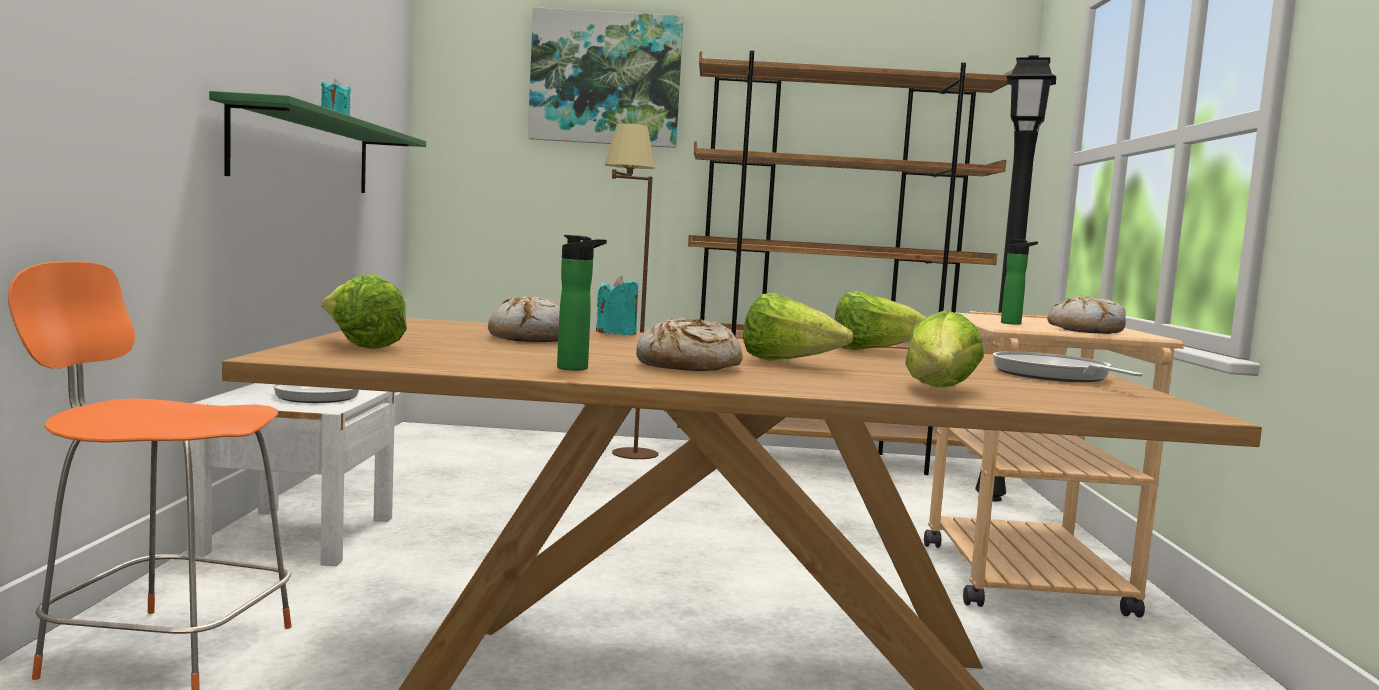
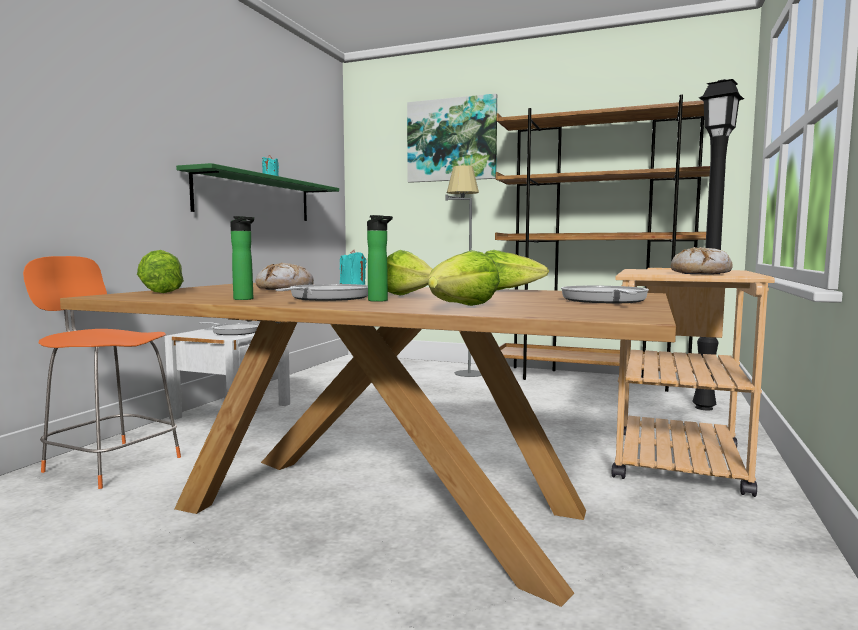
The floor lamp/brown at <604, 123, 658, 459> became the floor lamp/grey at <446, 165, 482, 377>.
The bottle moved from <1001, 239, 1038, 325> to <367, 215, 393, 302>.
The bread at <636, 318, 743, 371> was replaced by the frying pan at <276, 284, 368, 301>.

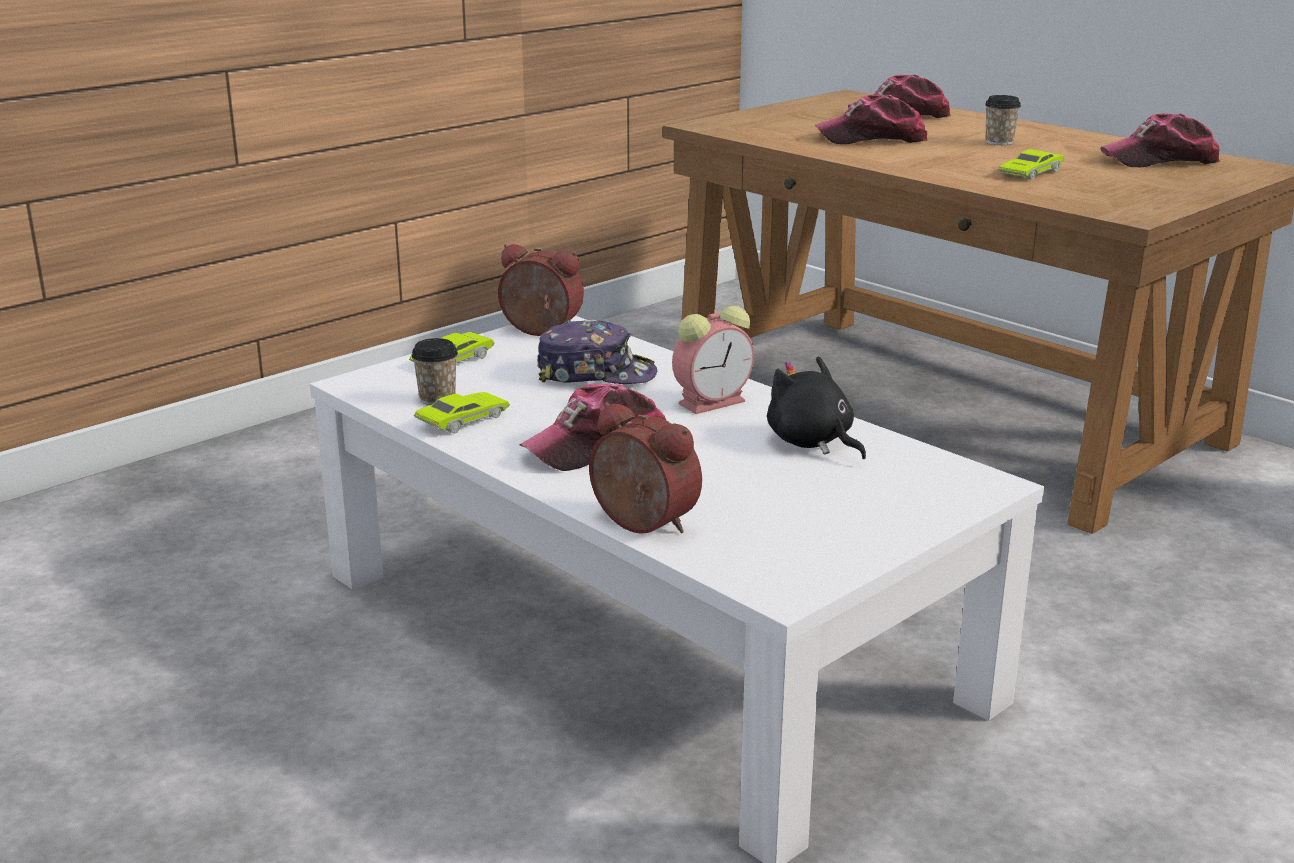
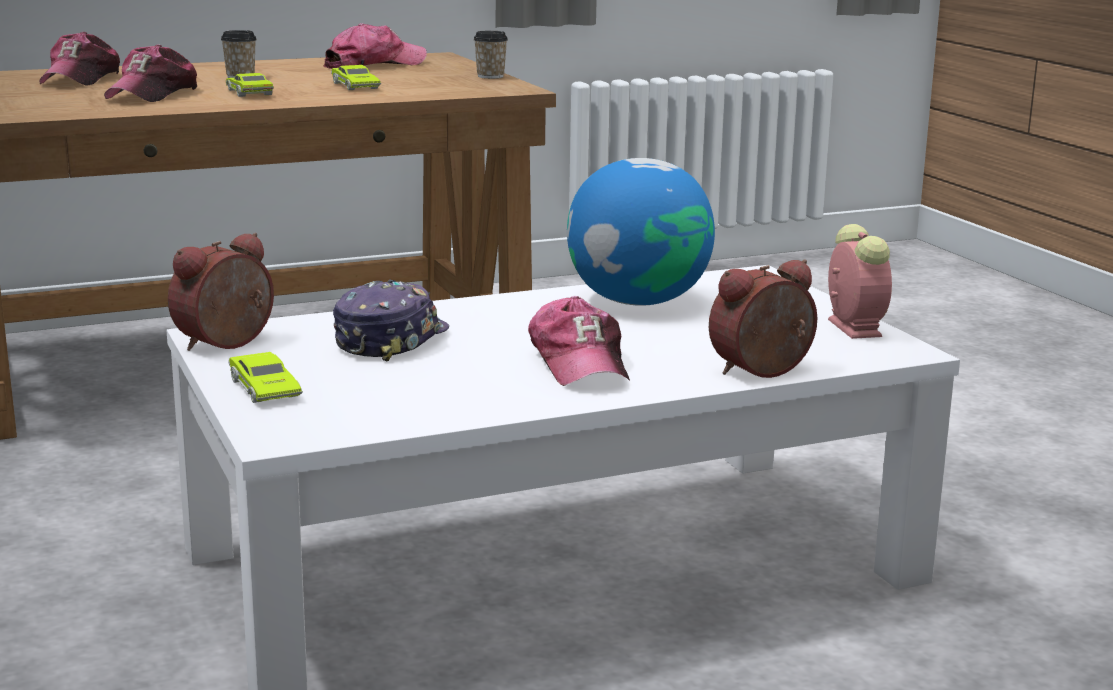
The cap at <1100, 113, 1221, 167> turned 135 degrees counterclockwise.
The alarm clock moved from <672, 306, 754, 414> to <828, 224, 892, 339>.
The cup moved from <411, 338, 458, 405> to <474, 31, 508, 79>.
The plush toy/black at <767, 356, 866, 459> was replaced by the globe at <567, 158, 715, 306>.
The toy car/green moved from <414, 392, 510, 434> to <226, 73, 274, 97>.

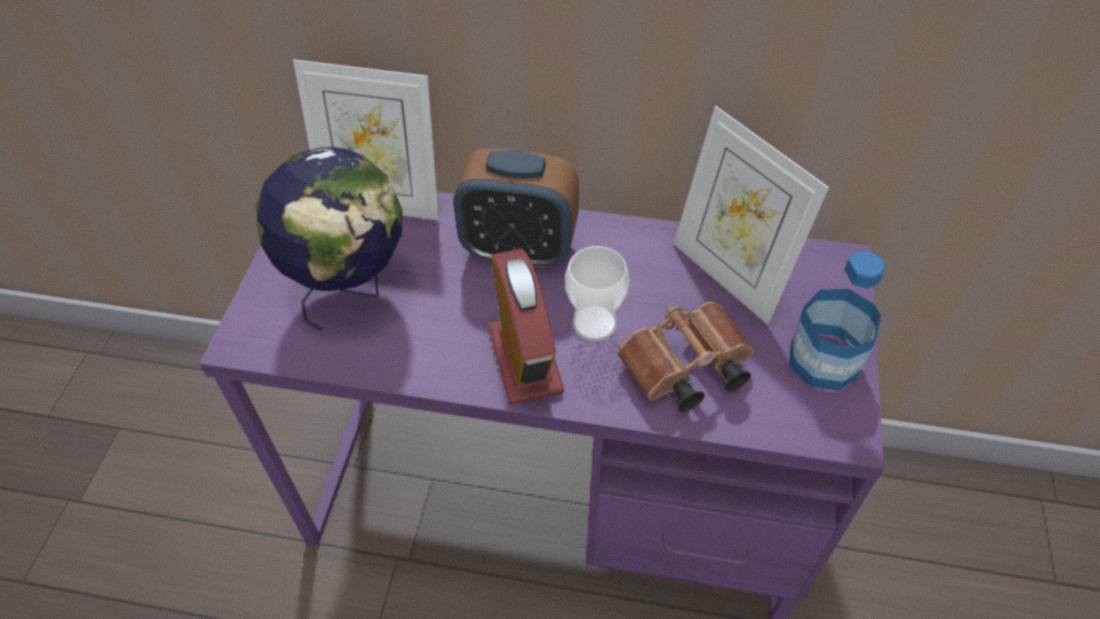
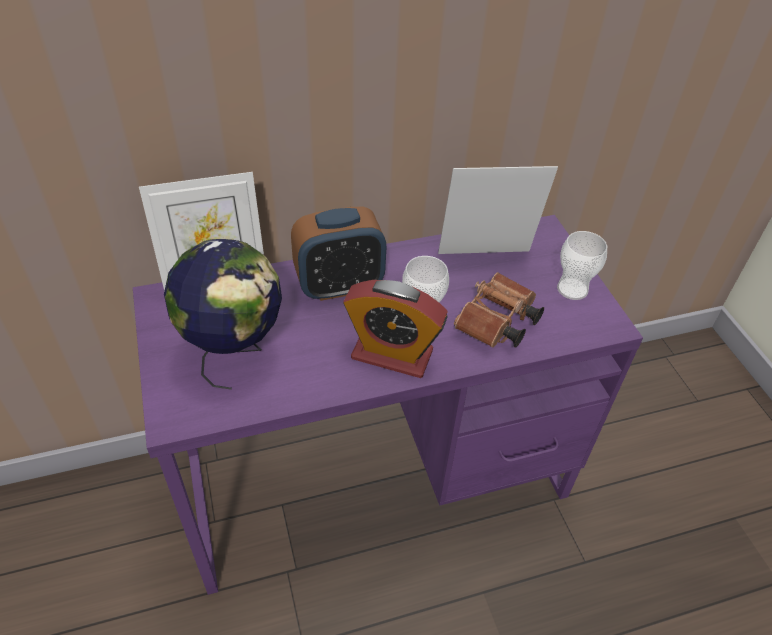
The picture frame at <674, 106, 829, 325> turned 150 degrees clockwise.
The alarm clock at <488, 249, 564, 405> turned 150 degrees clockwise.
The bottle at <790, 251, 885, 391> was replaced by the cup at <557, 231, 607, 300>.

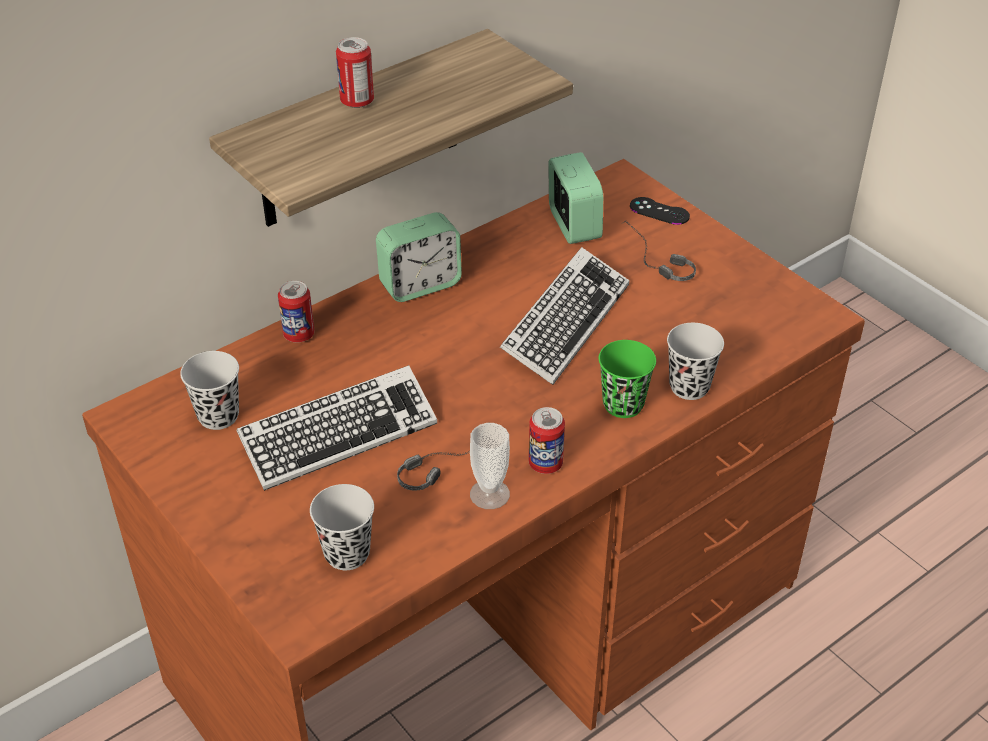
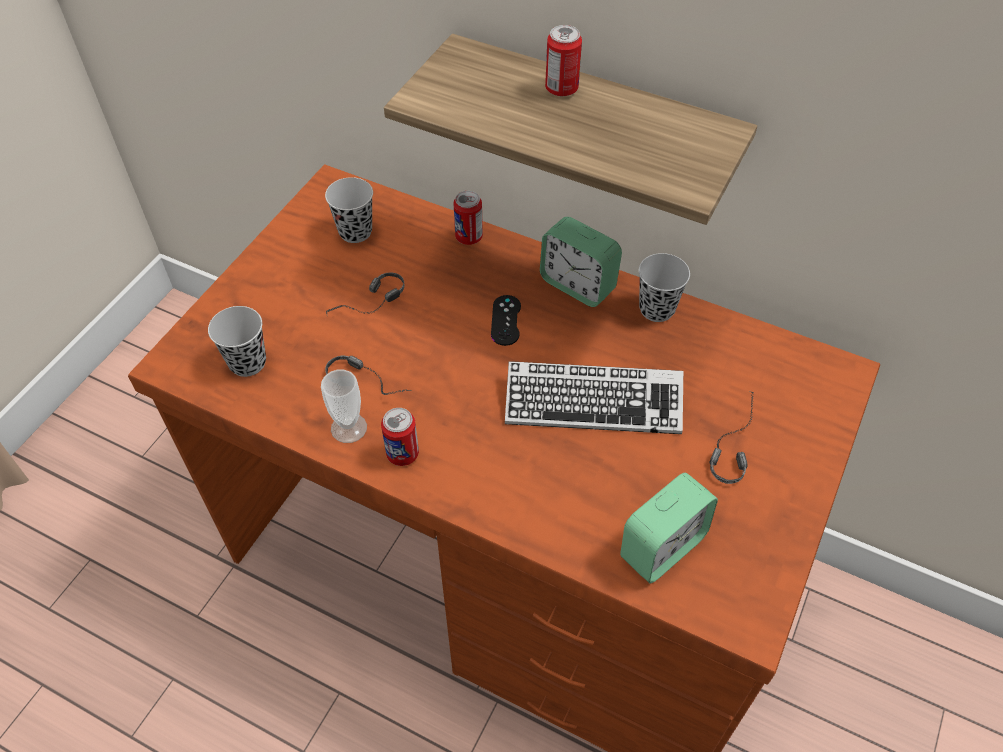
The alarm clock moved from <548, 152, 603, 244> to <620, 473, 718, 583>.
The game controller/black moved from <630, 197, 690, 225> to <491, 295, 521, 346>.
The cup/black moved from <667, 323, 724, 400> to <639, 253, 690, 322>.
The cup/green at <599, 340, 656, 418> disappeared.
The keyboard at <237, 365, 437, 491> was replaced by the headphones at <326, 272, 405, 314>.

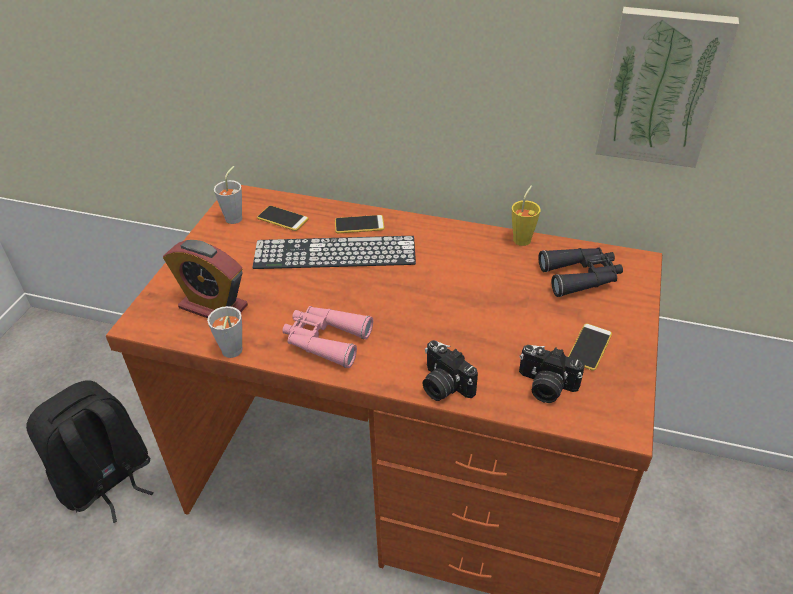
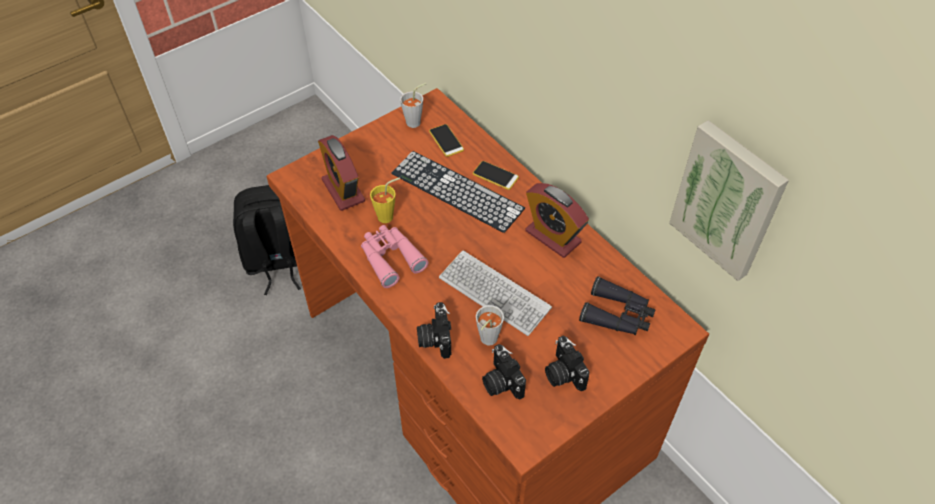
The cup/yellow moved from <512, 186, 541, 246> to <370, 177, 400, 223>.
The cup/grey moved from <207, 306, 243, 358> to <476, 305, 504, 345>.
The phone at <568, 324, 612, 371> was replaced by the photo camera at <545, 336, 589, 391>.
The alarm clock at <525, 183, 589, 258> appeared.
The keyboard at <439, 250, 552, 336> appeared.

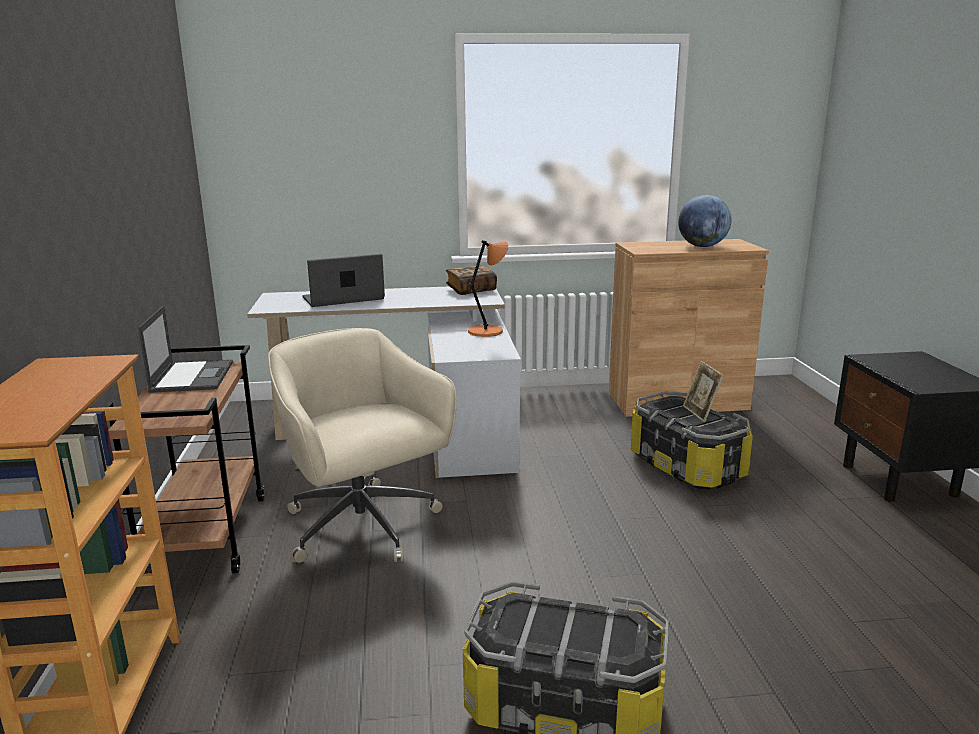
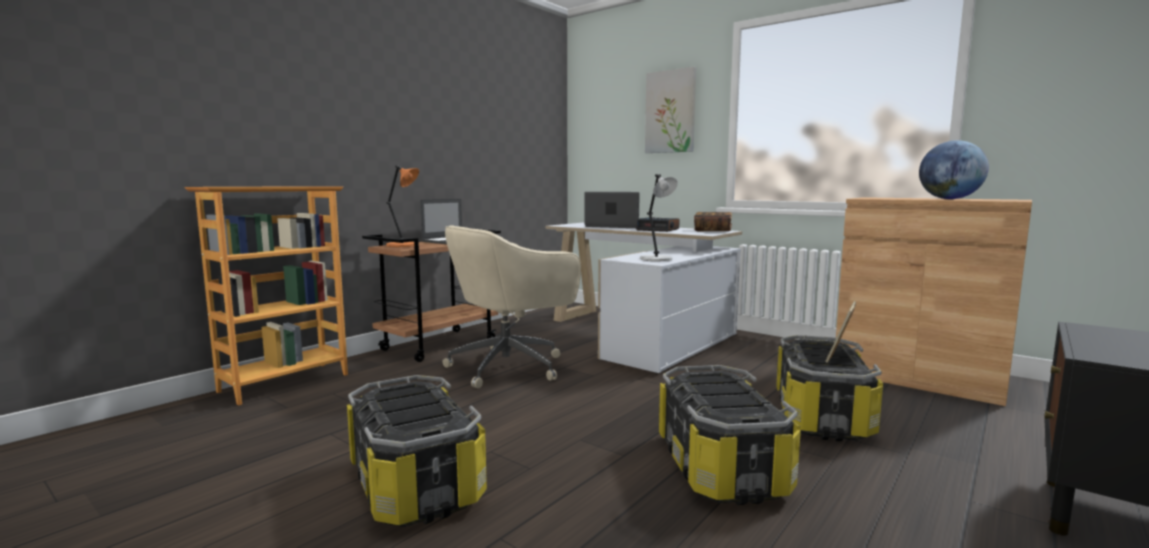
The table lamp/orange moved from <468, 240, 508, 337> to <386, 165, 419, 247>.
The office chair/beige at <268, 328, 457, 563> turned 135 degrees counterclockwise.
The picture at <645, 67, 696, 153> appeared.
The table lamp/grey at <640, 174, 678, 261> appeared.
The alarm clock at <636, 217, 680, 232> appeared.
The storage box at <659, 365, 801, 505> appeared.

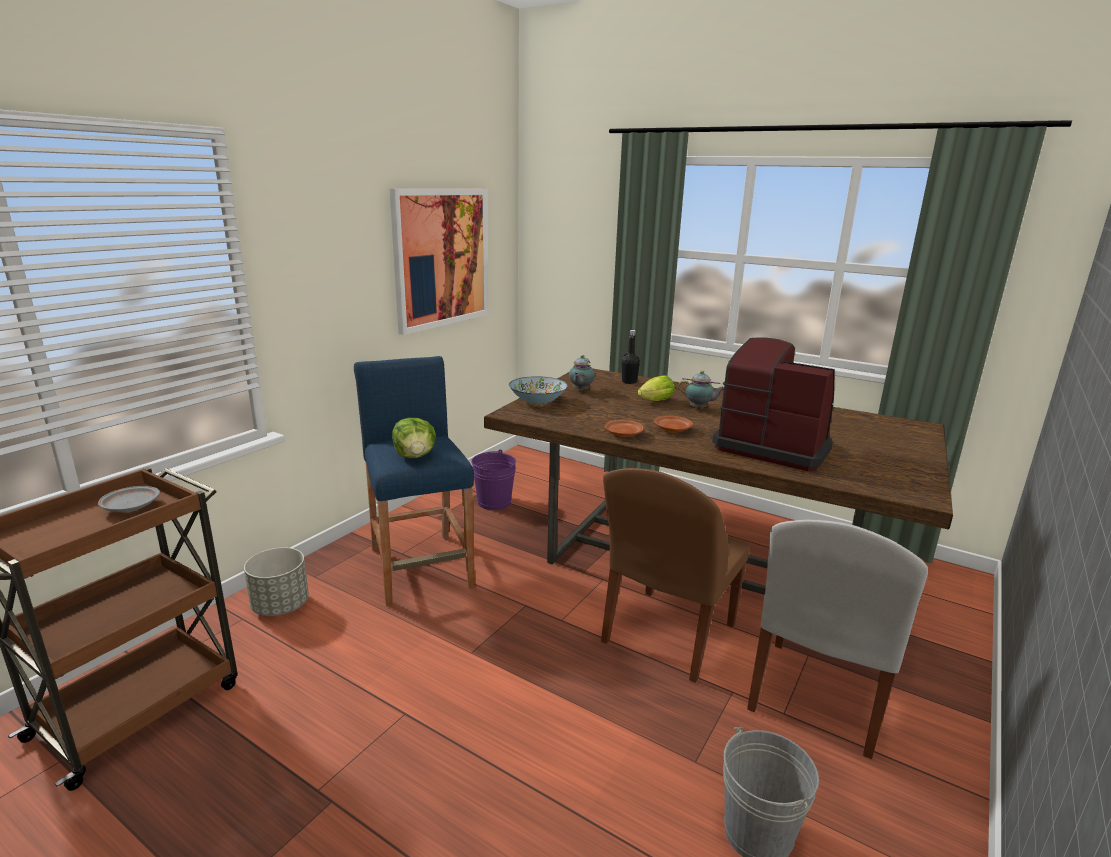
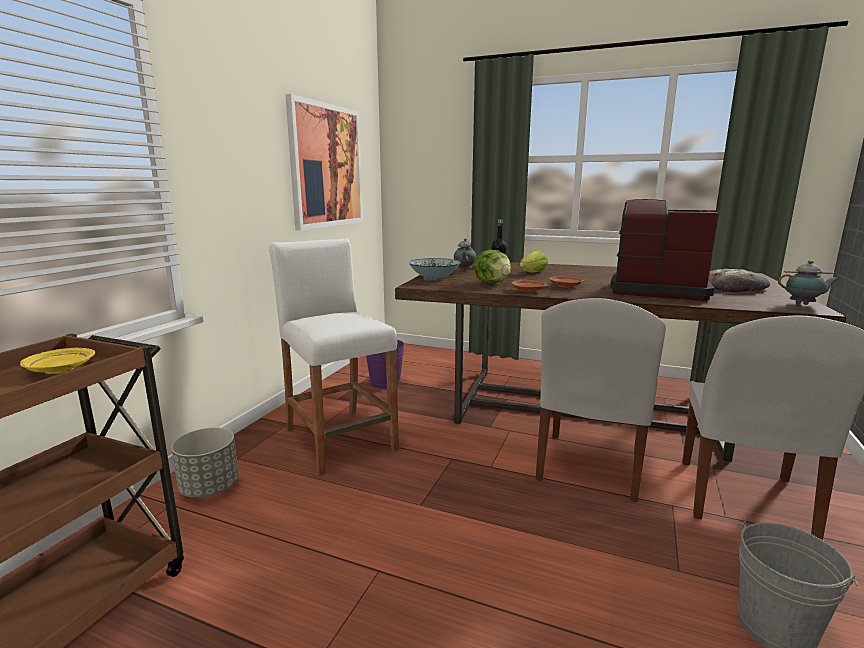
The stool/blue at <354, 356, 475, 607> became the stool/white at <269, 238, 399, 475>.
The teapot moved from <678, 371, 724, 409> to <778, 260, 839, 305>.
The lettuce moved from <392, 418, 436, 458> to <474, 250, 511, 283>.
The chair/brown at <601, 468, 750, 683> became the chair/white at <535, 298, 666, 502>.
The plate/grey at <98, 486, 160, 512> became the plate/yellow at <20, 348, 95, 374>.
The bread at <708, 269, 770, 292> appeared.

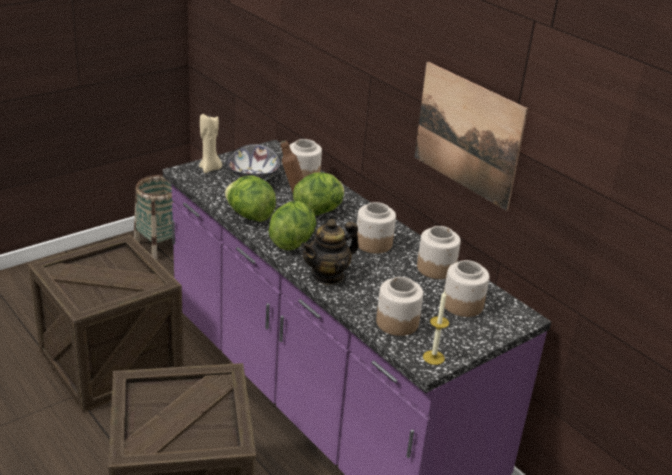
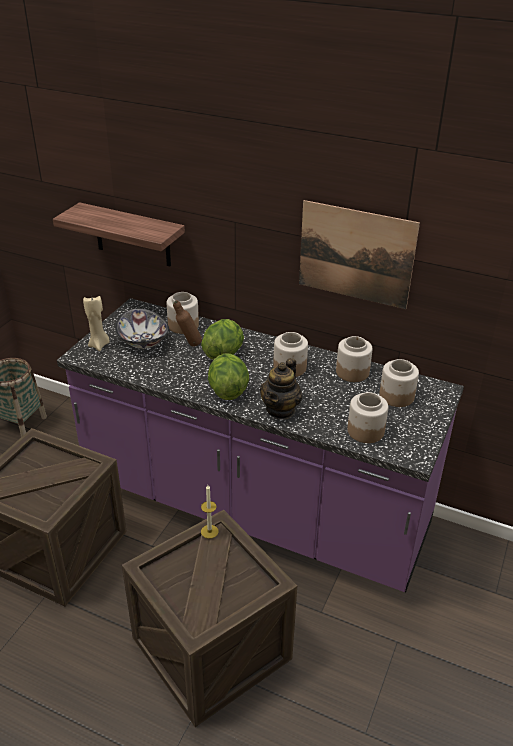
The lettuce at <225, 175, 276, 222> disappeared.
The candle moved from <423, 291, 449, 365> to <201, 485, 219, 539>.
The shelf at <53, 202, 185, 267> appeared.

